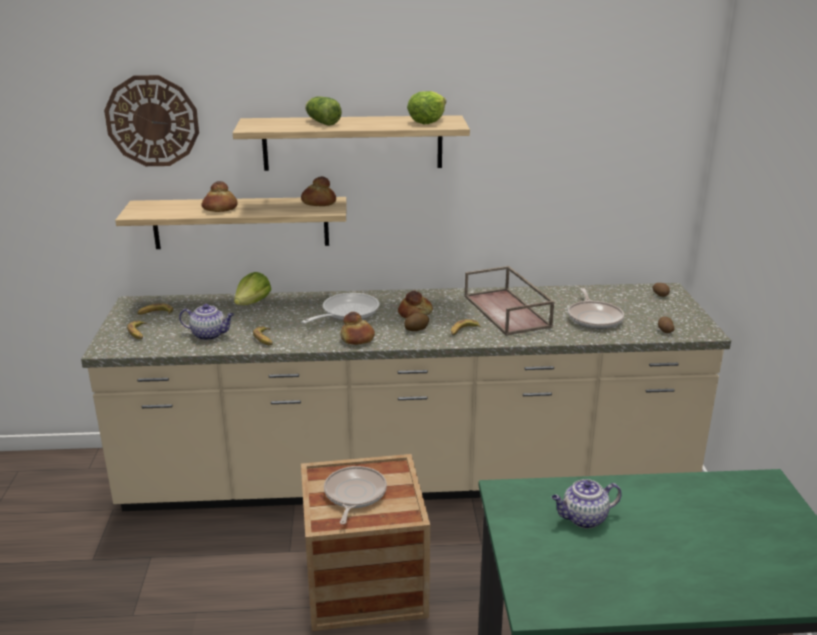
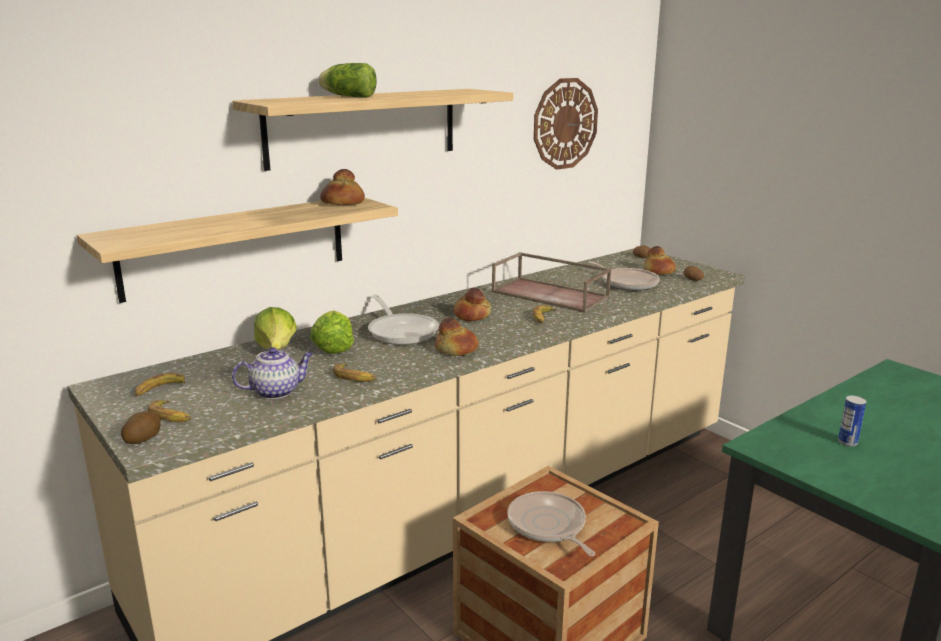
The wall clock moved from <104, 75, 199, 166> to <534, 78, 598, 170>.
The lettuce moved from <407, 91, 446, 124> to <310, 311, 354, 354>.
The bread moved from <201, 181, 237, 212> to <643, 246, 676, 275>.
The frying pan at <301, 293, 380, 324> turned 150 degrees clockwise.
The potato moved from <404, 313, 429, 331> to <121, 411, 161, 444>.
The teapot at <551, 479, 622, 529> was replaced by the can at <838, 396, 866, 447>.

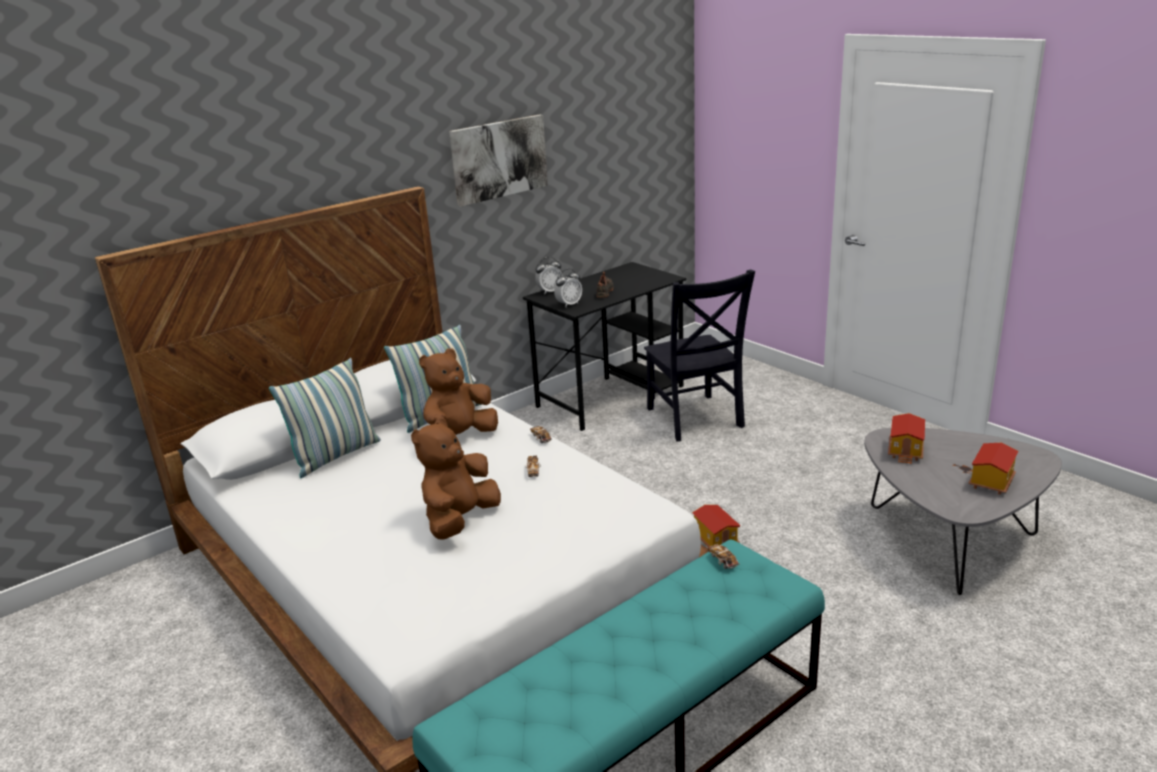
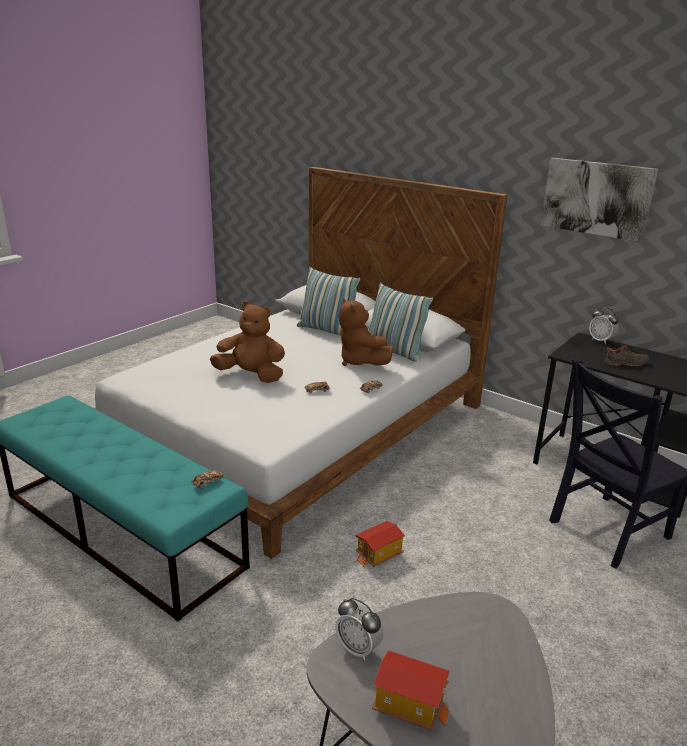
The alarm clock moved from <554, 269, 582, 308> to <335, 598, 383, 661>.
The plush toy/brown at <419, 349, 498, 435> turned 150 degrees counterclockwise.
The toy house at <888, 413, 925, 463> disappeared.

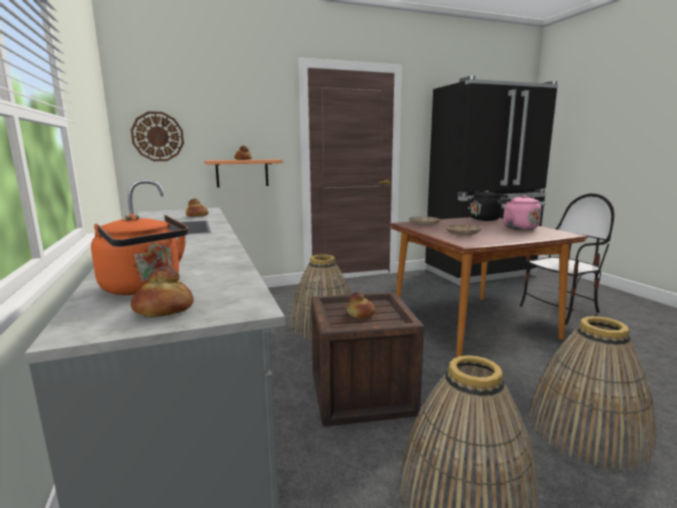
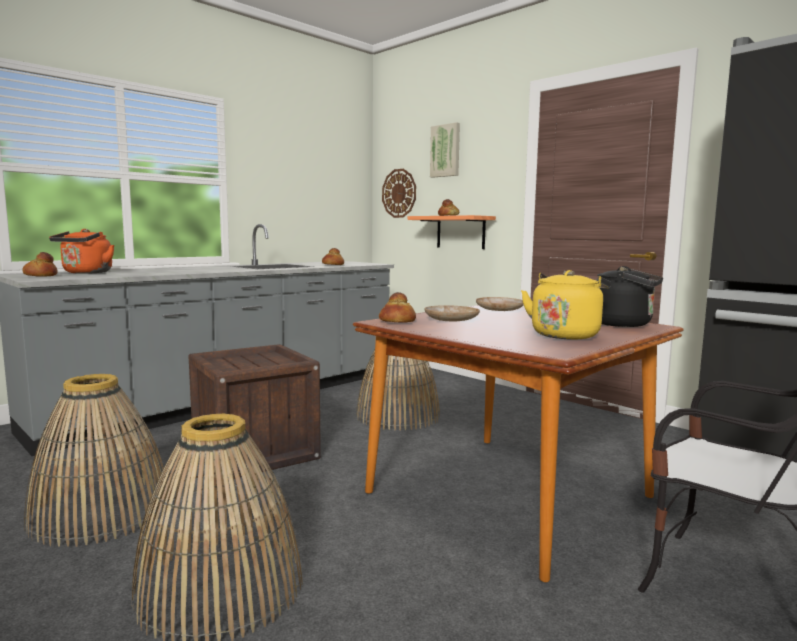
The kettle/pink at <498, 195, 541, 230> became the kettle/yellow at <521, 270, 611, 340>.
The bread moved from <347, 292, 375, 318> to <379, 292, 416, 323>.
The picture at <430, 122, 460, 177> appeared.

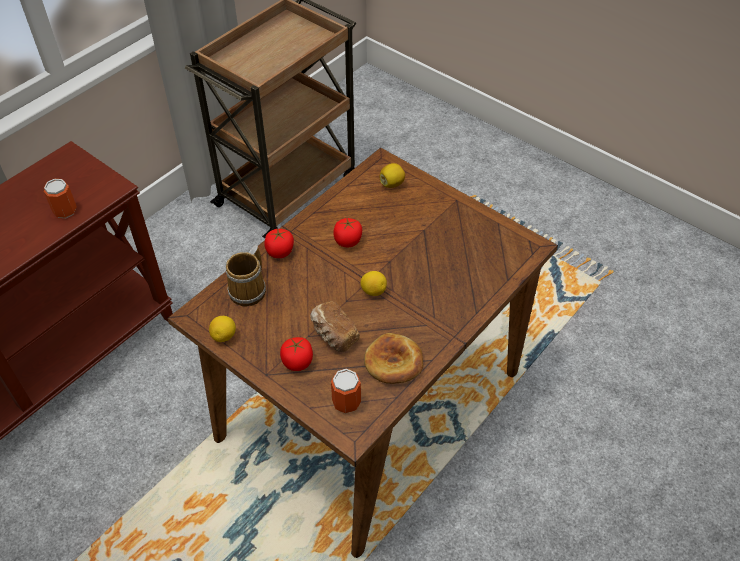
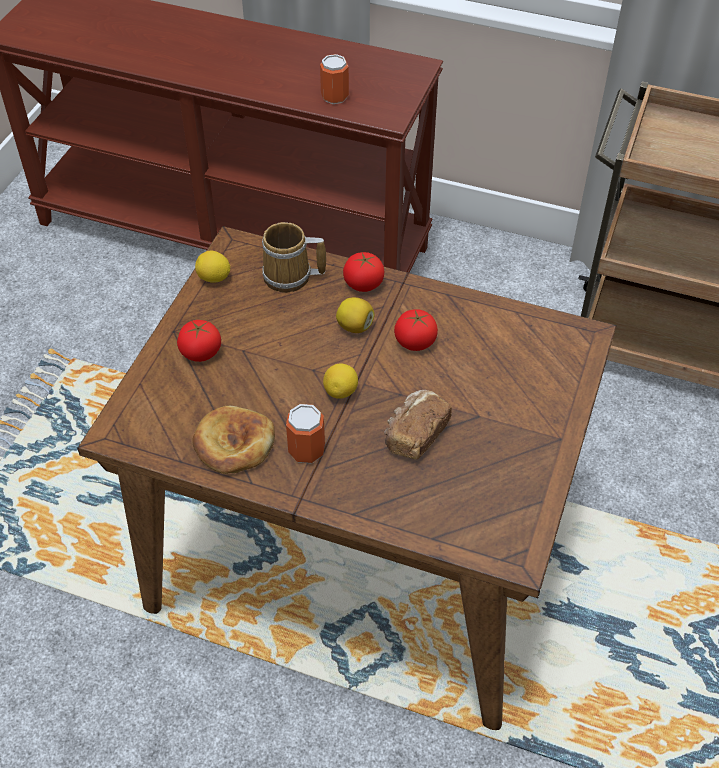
The lemon moved from <379, 163, 405, 188> to <336, 297, 375, 333>.
The bread moved from <310, 301, 360, 352> to <384, 390, 452, 460>.
The can moved from <331, 368, 361, 413> to <286, 404, 325, 463>.

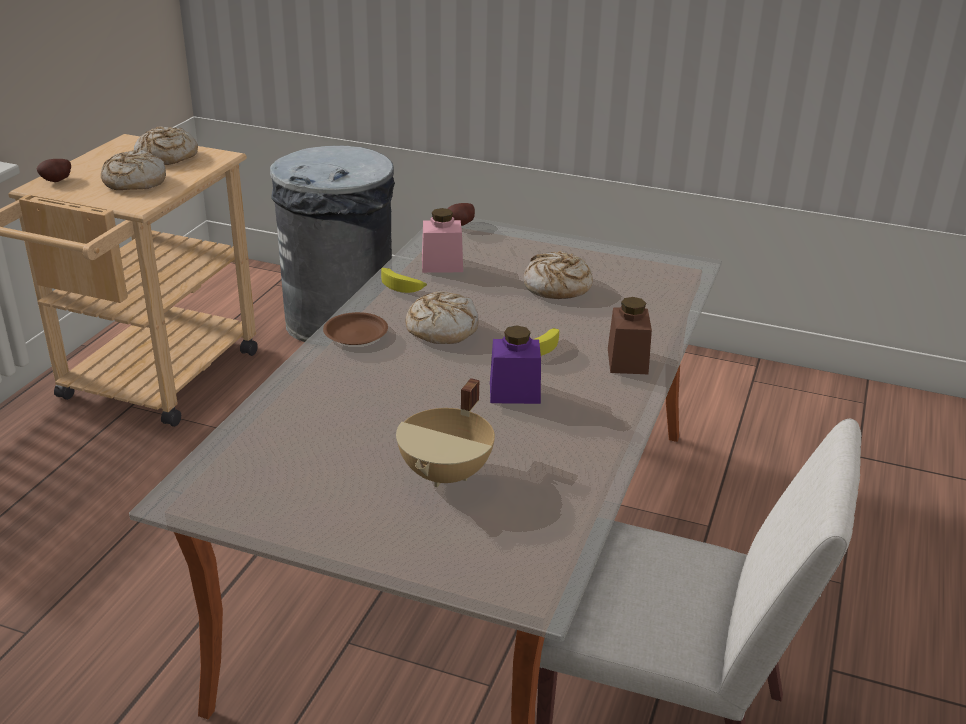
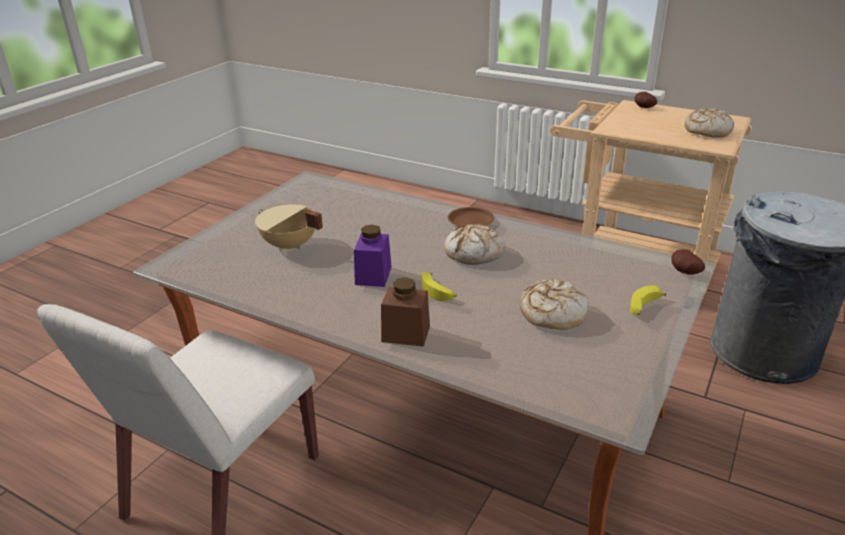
The bread at <101, 150, 166, 190> disappeared.
The jar/pink at <422, 208, 463, 273> disappeared.
The banana moved from <381, 268, 427, 293> to <630, 285, 666, 315>.

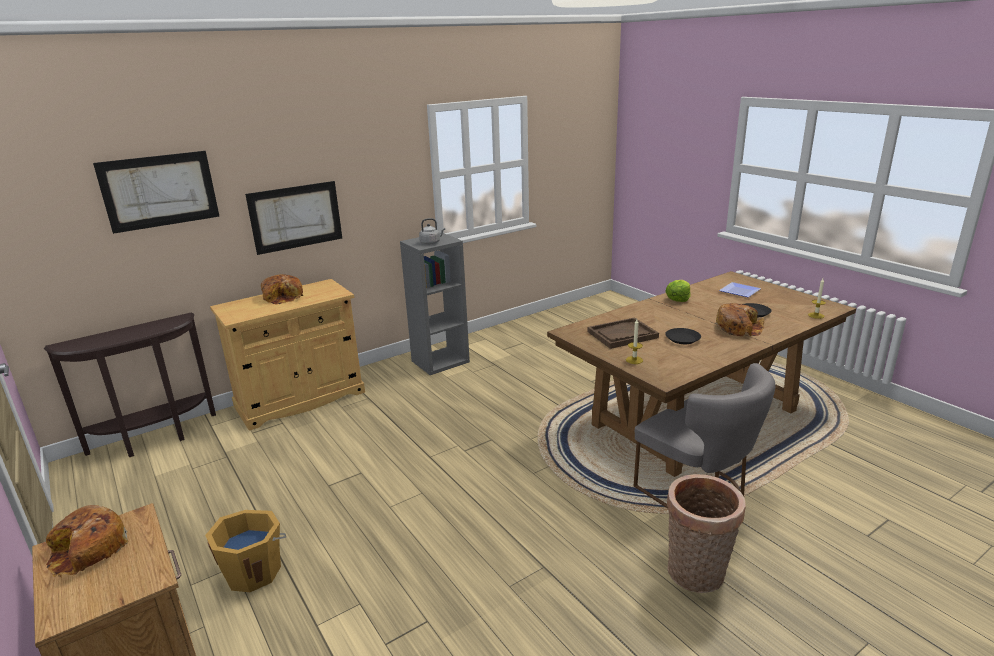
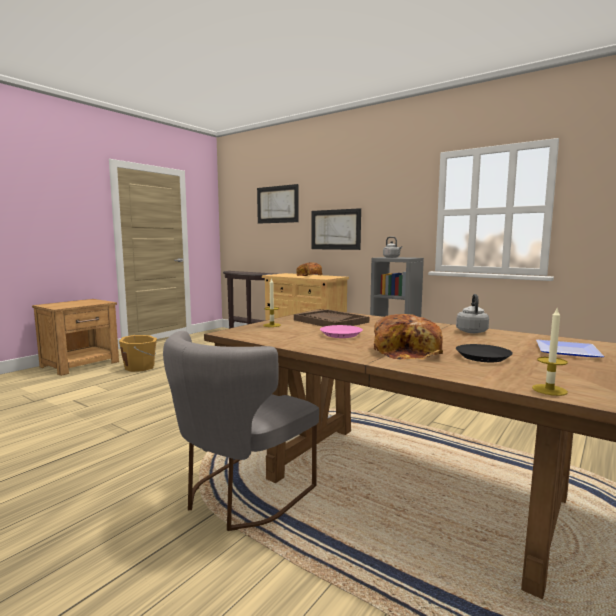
The lettuce at <665, 280, 691, 302> was replaced by the kettle/grey at <456, 294, 489, 333>.
The plate/black at <665, 328, 701, 344> became the plate/pink at <320, 325, 363, 338>.
The basket at <667, 474, 746, 593> disappeared.
The bread at <46, 505, 128, 578> disappeared.

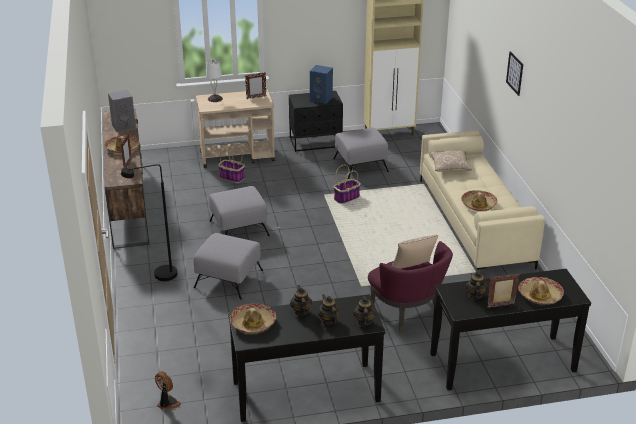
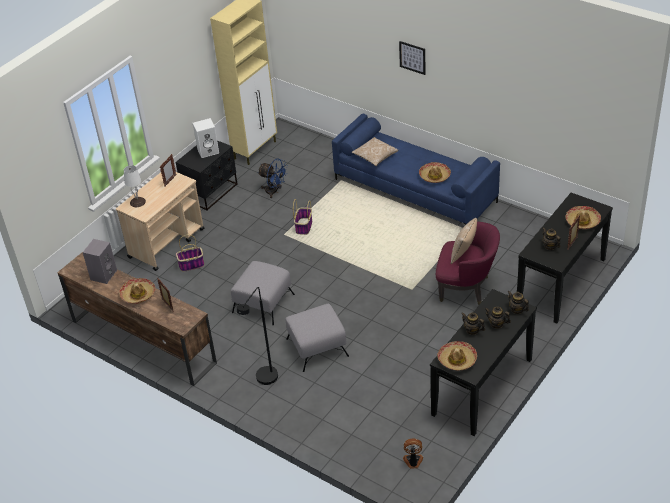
The speaker/blue at <310, 65, 333, 104> became the speaker/white at <193, 118, 219, 158>.
The ottoman/grey at <334, 128, 389, 179> was replaced by the fan/blue at <258, 159, 288, 198>.
The sofa/beige at <420, 130, 545, 271> became the sofa/blue at <332, 114, 500, 225>.

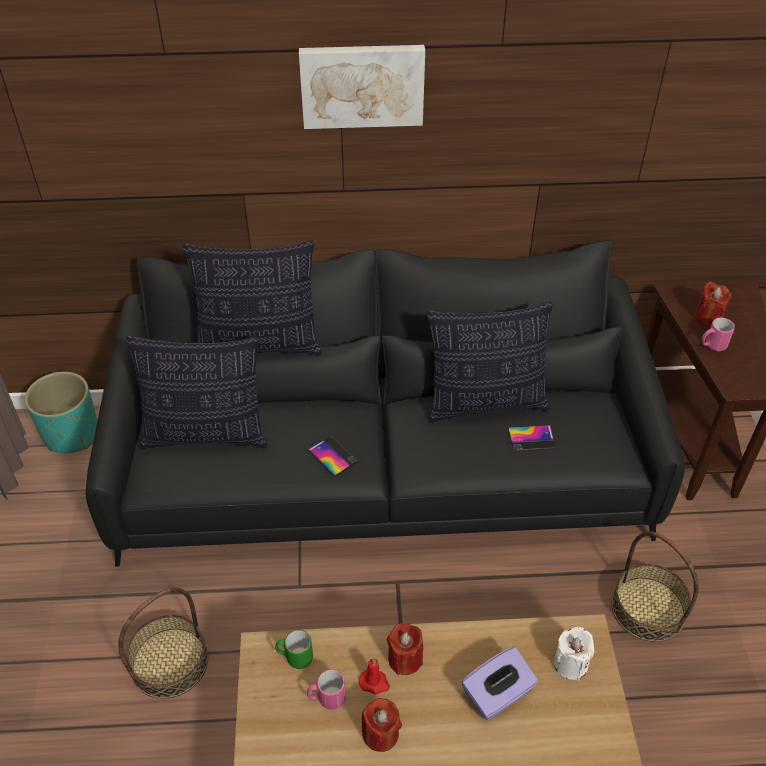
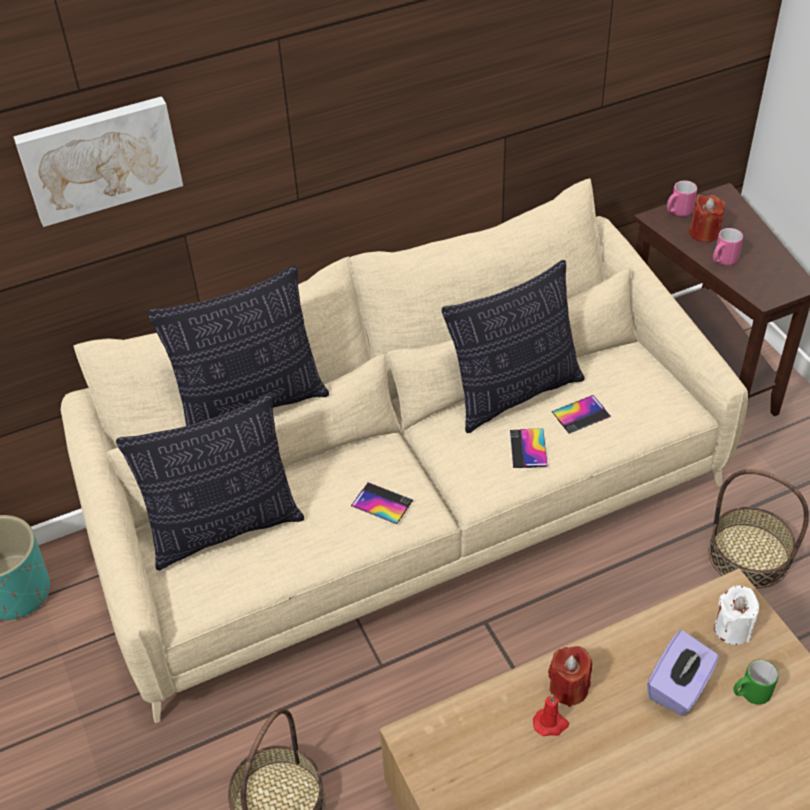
The picture moved from <299, 45, 425, 129> to <13, 96, 183, 227>.
The sofa/black at <85, 240, 685, 567> became the sofa/beige at <61, 178, 748, 724>.
The mug/green moved from <275, 630, 313, 669> to <733, 659, 779, 705>.
The mug/pink moved from <307, 669, 346, 710> to <667, 180, 697, 216>.
The candle/red at <362, 698, 402, 752> disappeared.
The phone at <510, 428, 548, 468> appeared.

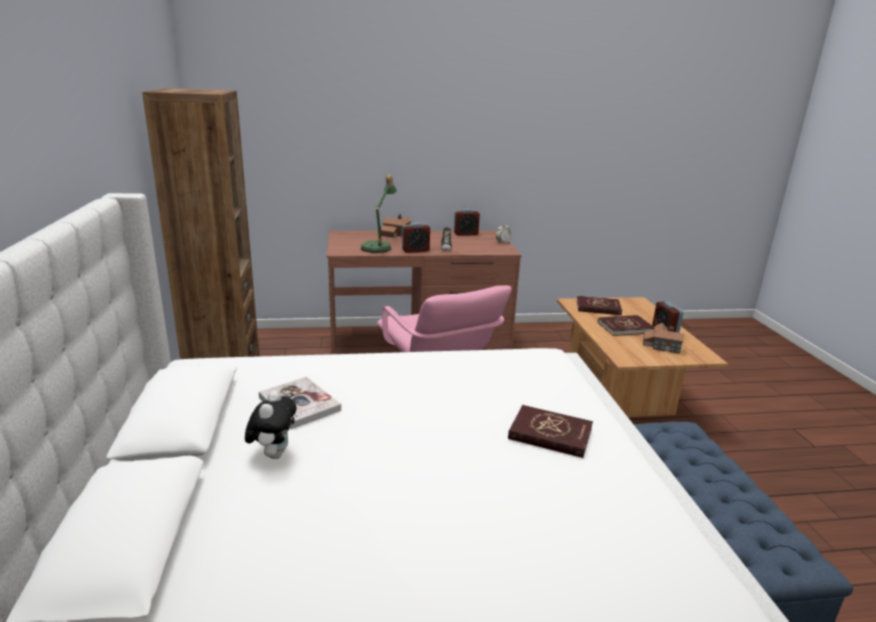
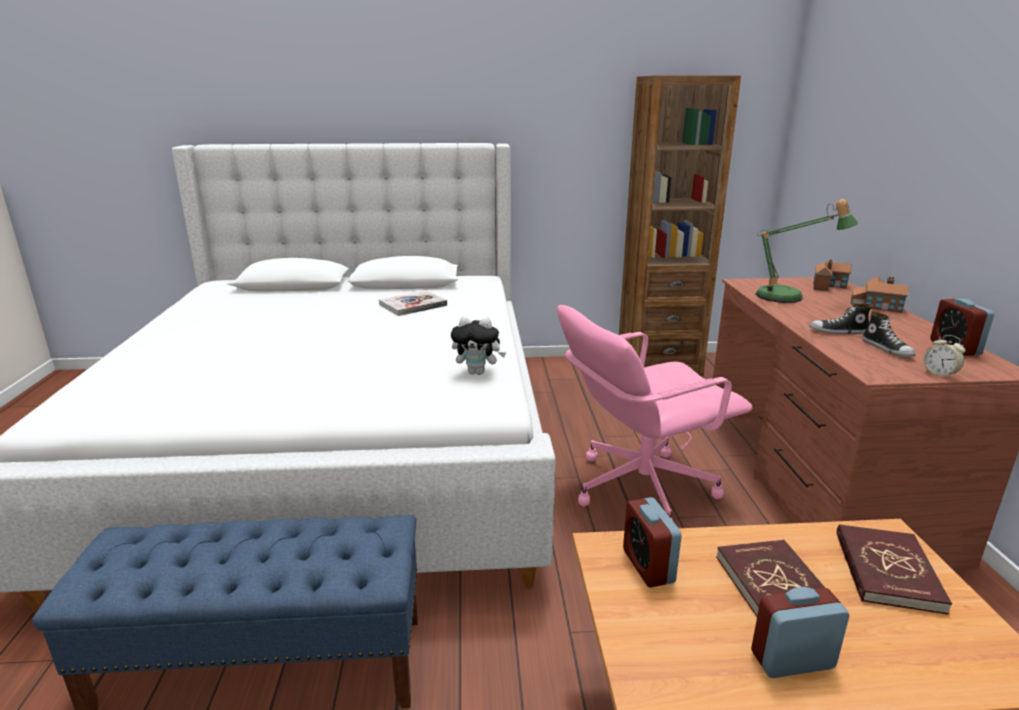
The alarm clock moved from <402, 223, 430, 253> to <623, 497, 682, 588>.
The toy house moved from <643, 323, 684, 354> to <813, 259, 852, 291>.
The plush toy moved from <245, 390, 297, 459> to <451, 316, 506, 375>.
The book/red at <508, 405, 593, 458> disappeared.
The shoe at <862, 311, 916, 357> appeared.

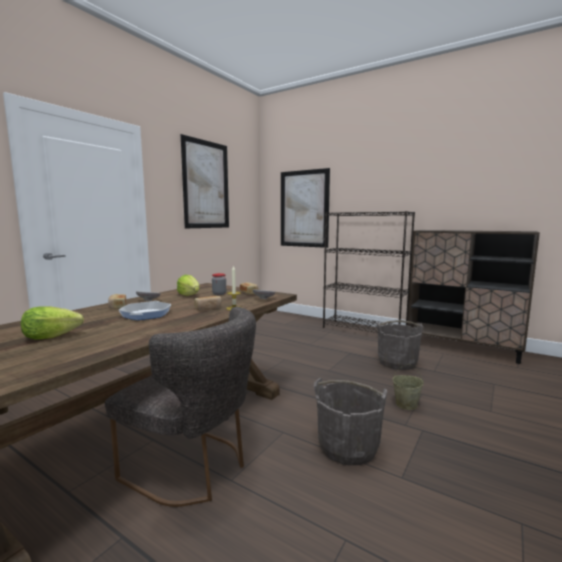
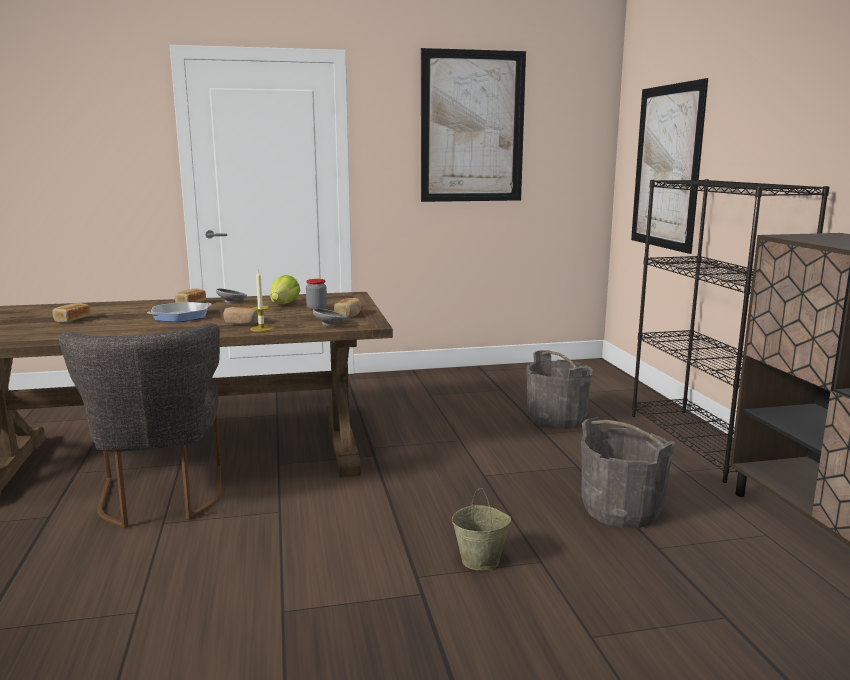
The lettuce at <21, 306, 84, 340> was replaced by the bread at <52, 303, 91, 323>.
The bucket/grey moved from <314, 378, 387, 465> to <526, 350, 592, 429>.

